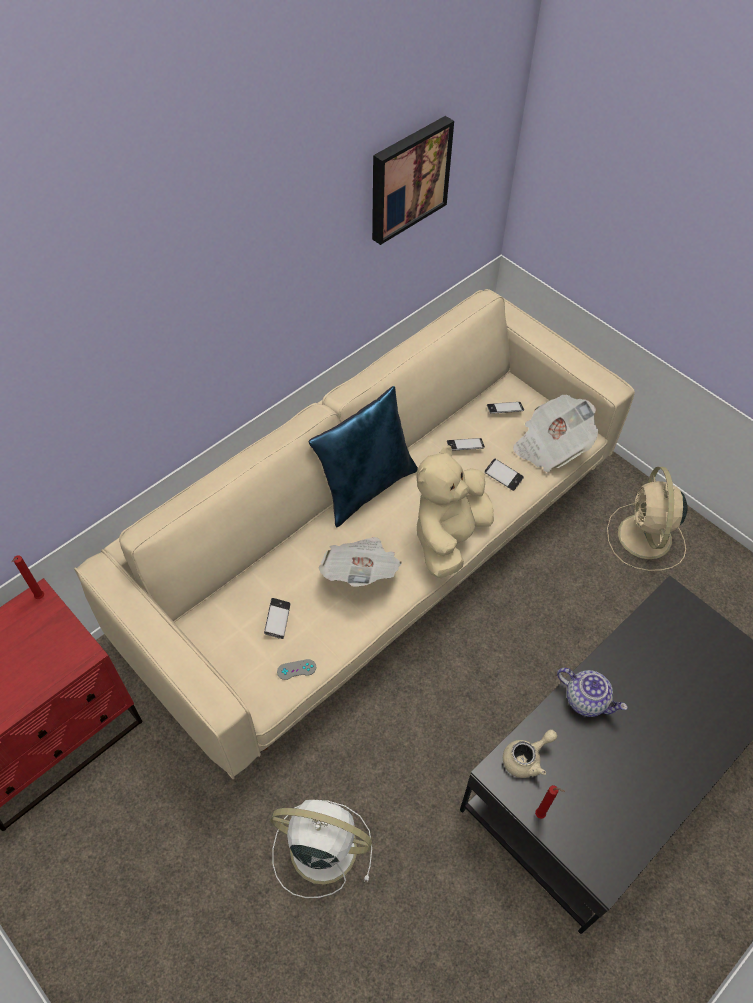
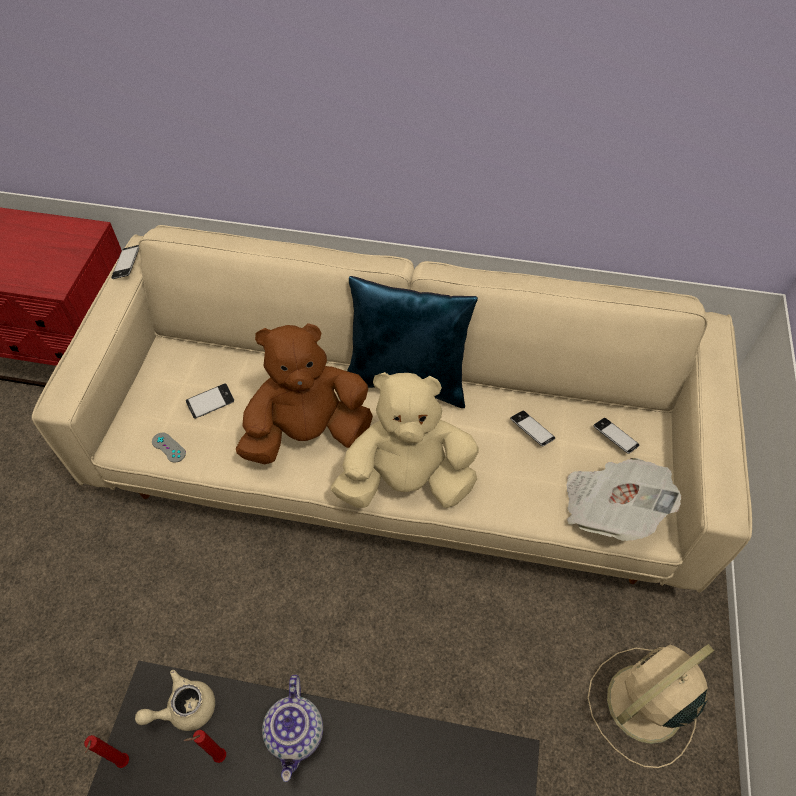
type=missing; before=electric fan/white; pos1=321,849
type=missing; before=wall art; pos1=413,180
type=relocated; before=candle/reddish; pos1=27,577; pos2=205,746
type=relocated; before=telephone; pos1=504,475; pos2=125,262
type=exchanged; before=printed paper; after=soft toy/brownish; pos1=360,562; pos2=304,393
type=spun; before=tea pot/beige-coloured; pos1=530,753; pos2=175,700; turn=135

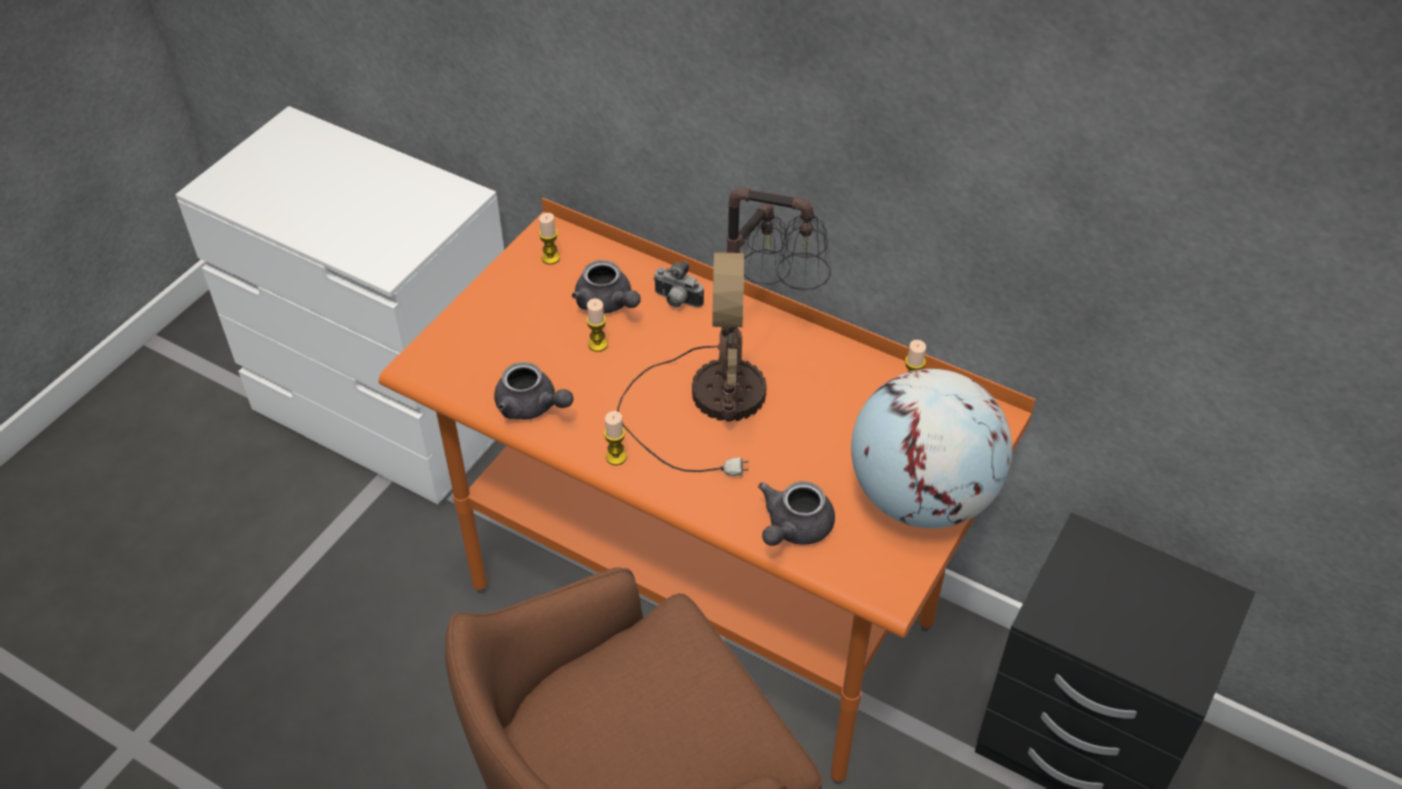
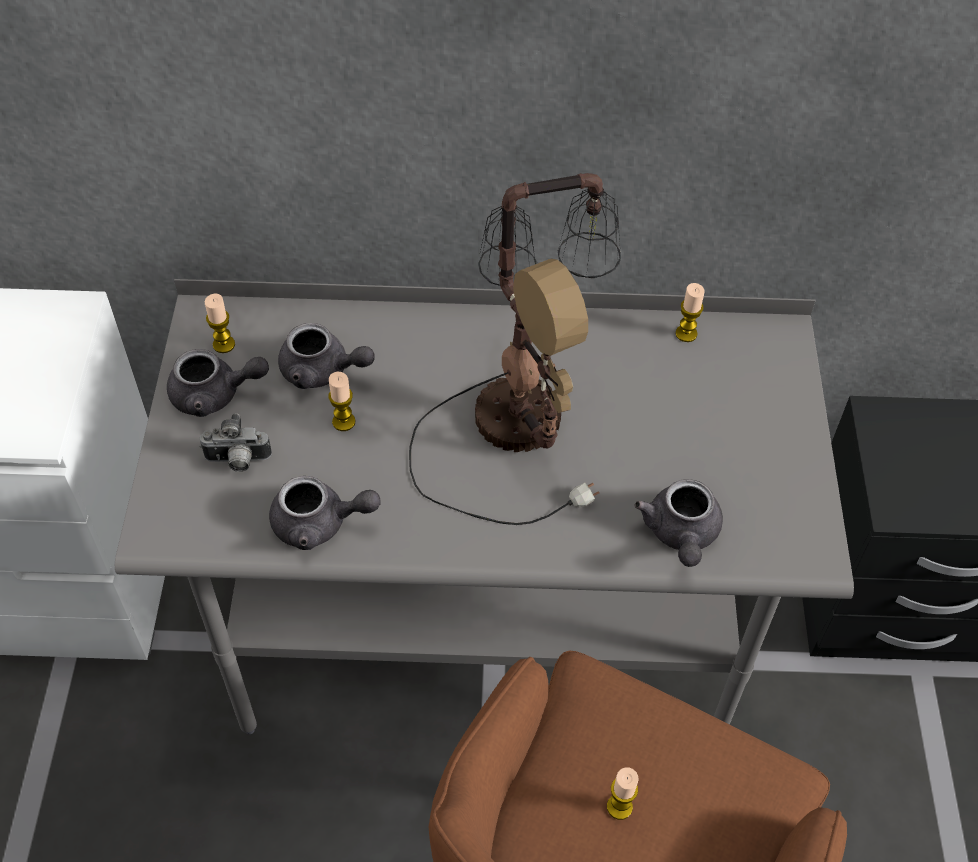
type=missing; before=world globe; pos1=931,448
type=appeared; after=tea pot/gray; pos2=218,383
type=relocated; before=candle; pos1=615,438; pos2=622,793
type=relocated; before=photo camera; pos1=678,284; pos2=235,442
type=colour; before=desk unit/orangey; after=desk unit/gray; pos1=707,491; pos2=484,506

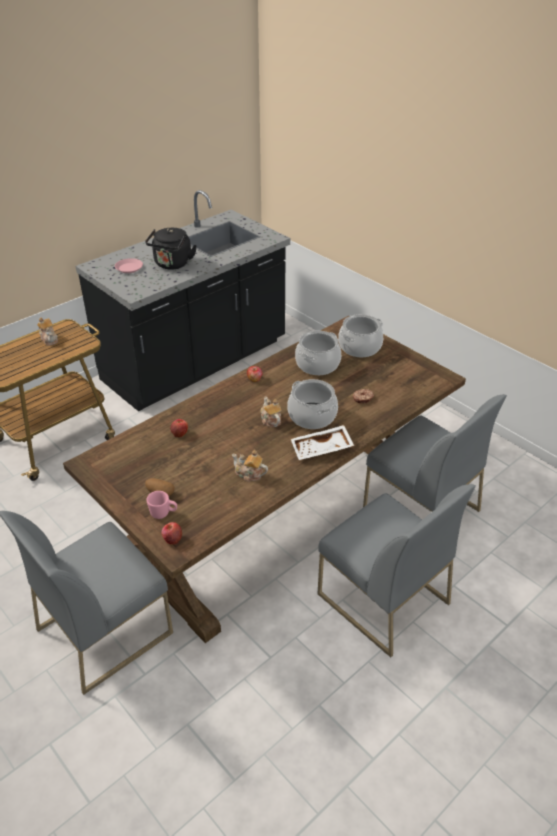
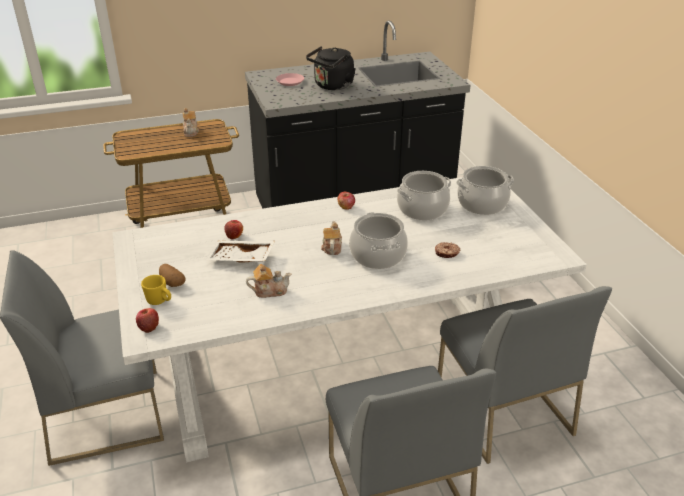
type=relocated; before=serving tray/white; pos1=322,442; pos2=240,252
type=colour; before=kitchen table/brownish; after=kitchen table/white; pos1=264,479; pos2=349,320
type=colour; before=coffee mug/pink-coloured; after=coffee mug/yellowish; pos1=162,505; pos2=156,290
type=spun; before=tea pot; pos1=250,466; pos2=268,281; turn=120

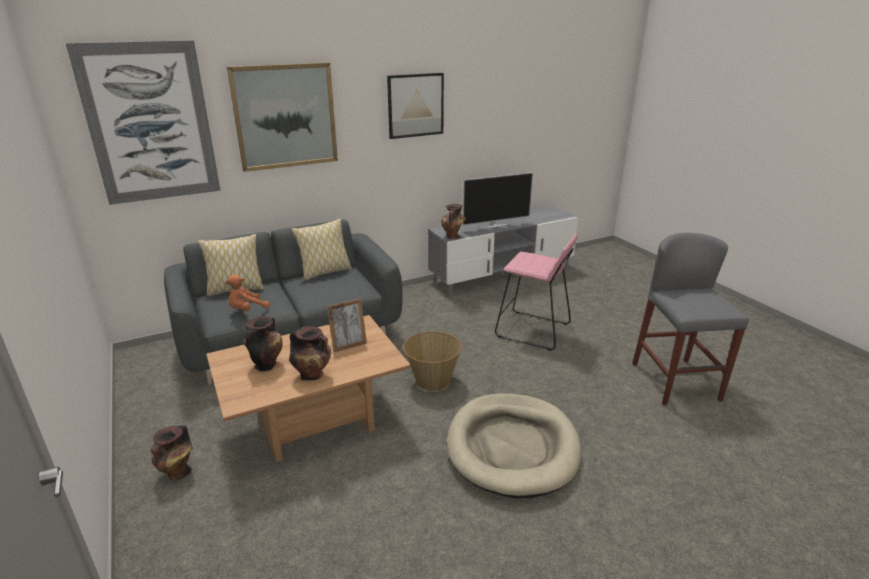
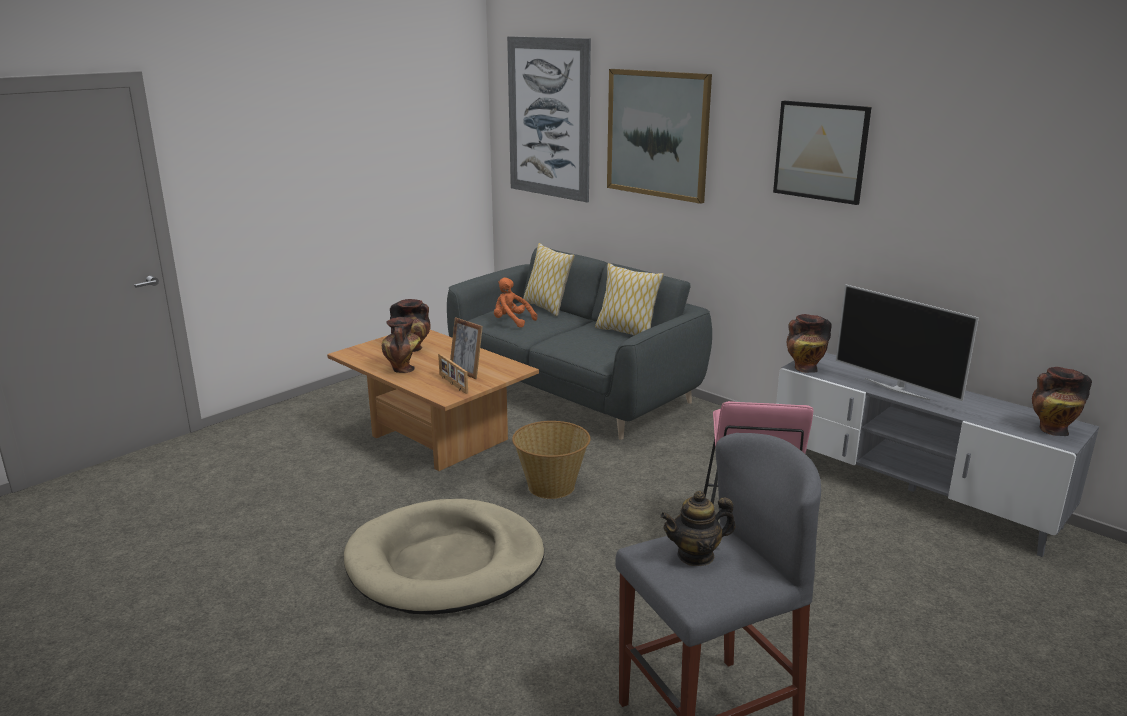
type=appeared; after=picture frame; pos2=453,373
type=appeared; after=tea pot; pos2=698,528
type=relocated; before=flower vase; pos1=172,452; pos2=1062,401

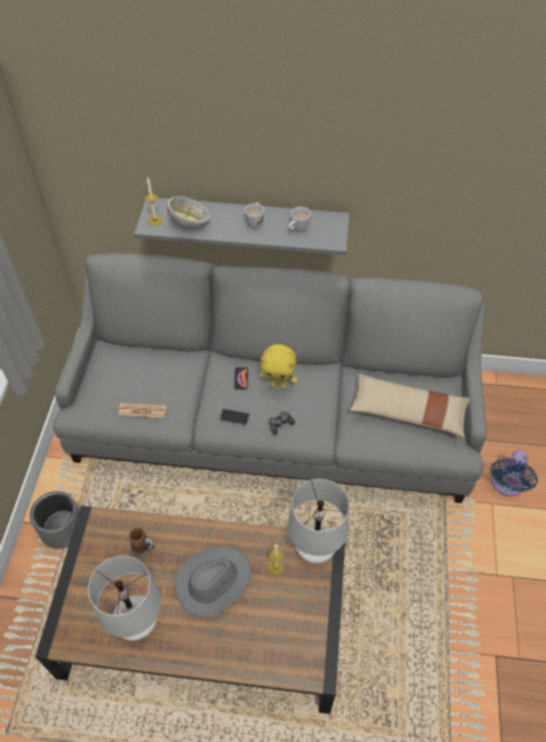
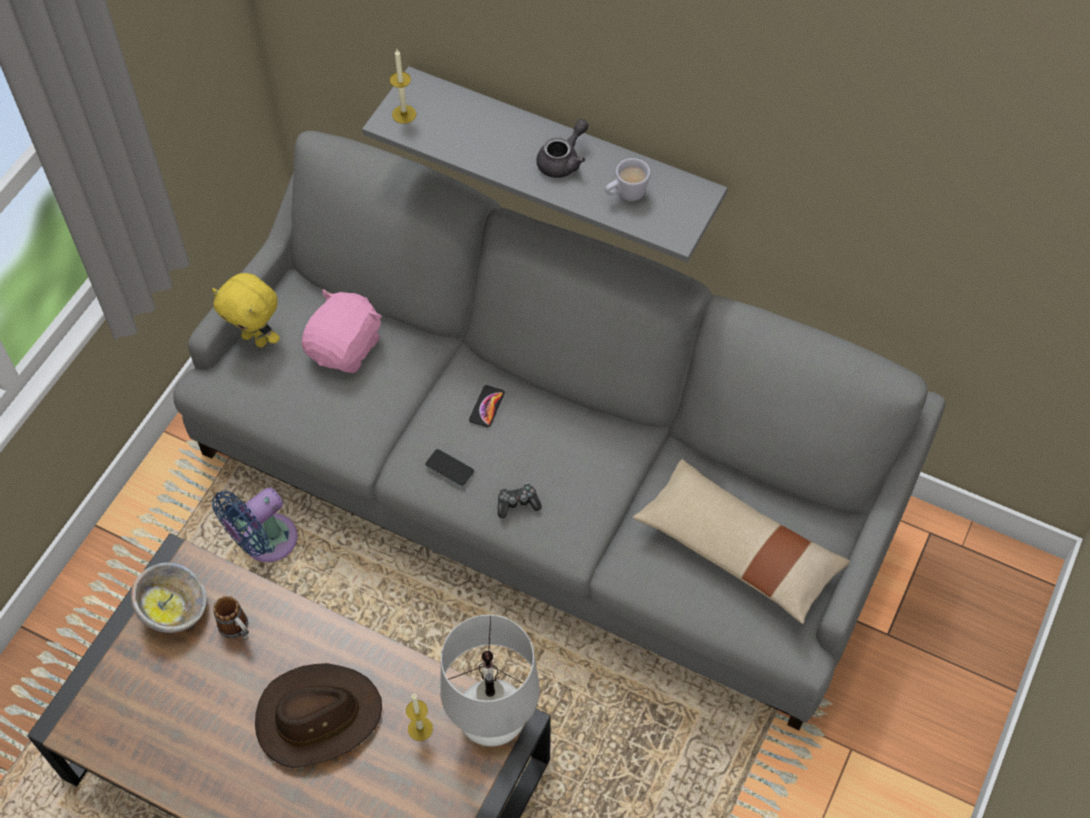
type=missing; before=flower pot/gray; pos1=55,520
type=missing; before=lamp for a table/white; pos1=124,598
type=missing; before=printed paper; pos1=142,410
type=appeared; after=soft toy/pink-coloured; pos2=342,331
type=relocated; before=deep dish; pos1=188,213; pos2=169,597
type=relocated; before=soft toy/yellowish; pos1=278,366; pos2=246,310
type=relocated; before=electric fan/blue-coloured; pos1=514,473; pos2=255,524
type=exchanged; before=coffee mug/white; after=tea pot/gray; pos1=254,216; pos2=562,148
type=colour; before=clothing hat/gray; after=clothing hat/brownish; pos1=213,582; pos2=318,715

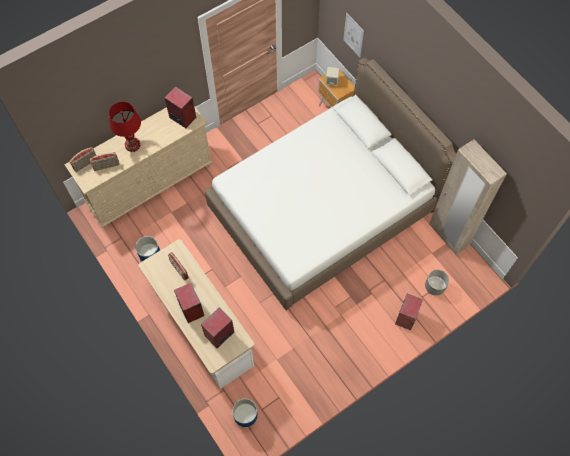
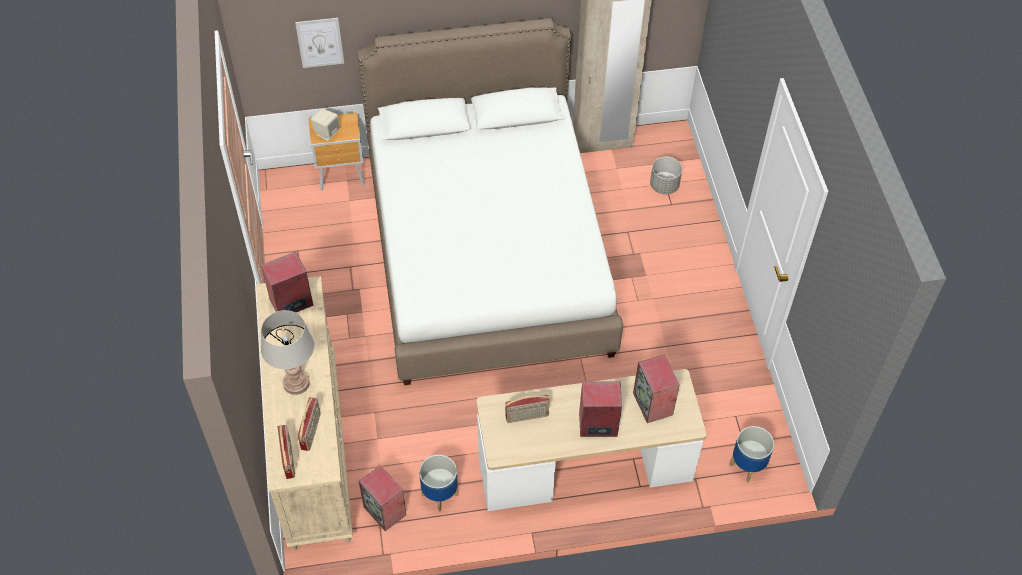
type=relocated; before=audio speaker; pos1=409,312; pos2=382,498
type=colour; before=lamp for a table/reddish; after=lamp for a table/gray; pos1=125,127; pos2=287,352

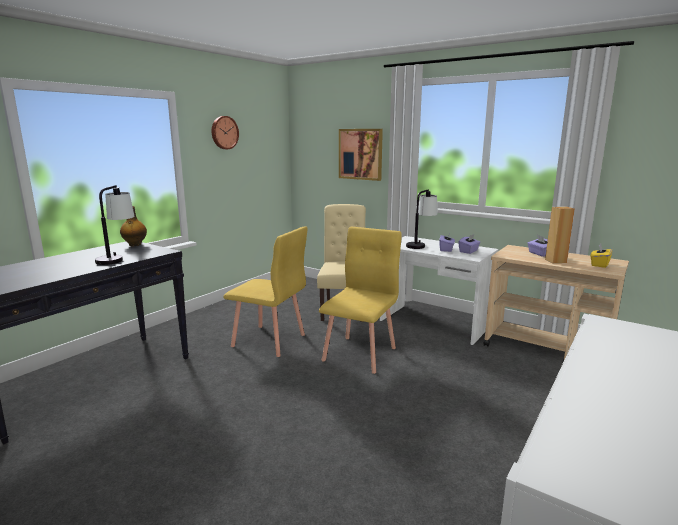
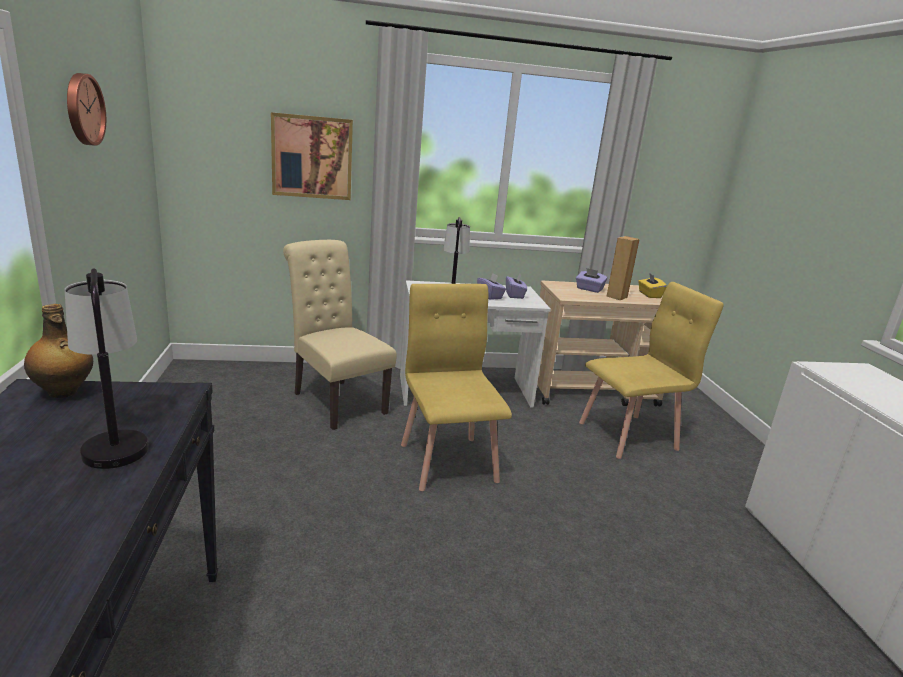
type=relocated; before=chair/yellowish; pos1=265,291; pos2=651,370

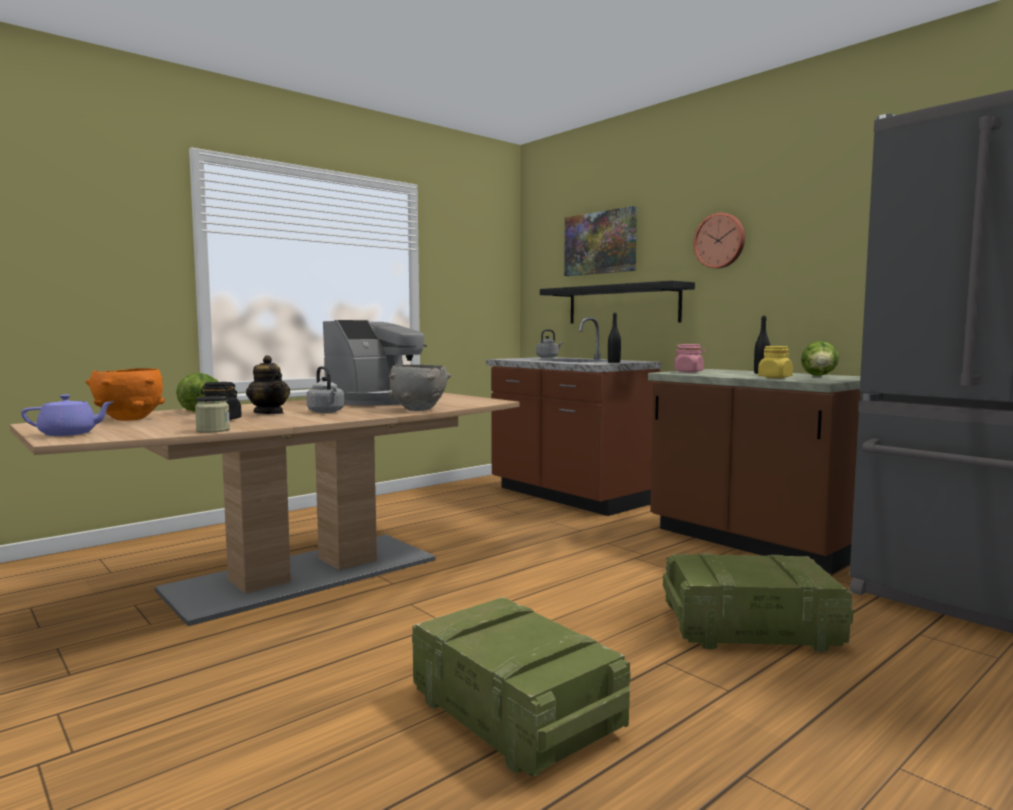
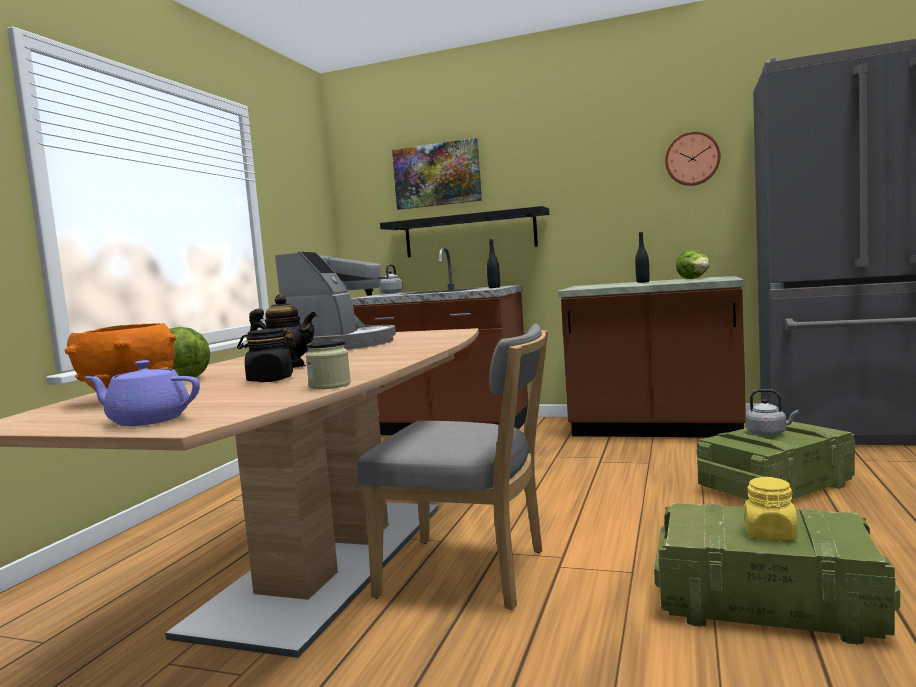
type=missing; before=deep dish/gray; pos1=420,388
type=missing; before=storage jar/pink-coloured; pos1=690,358
type=appeared; after=chair/gray; pos2=452,467
type=relocated; before=tea kettle/gray; pos1=325,389; pos2=771,412
type=relocated; before=hanging clock; pos1=719,241; pos2=692,159
type=relocated; before=storage jar/yellowish; pos1=775,362; pos2=771,508
type=spun; before=tea pot/purple-coloured; pos1=67,415; pos2=142,393; turn=-120

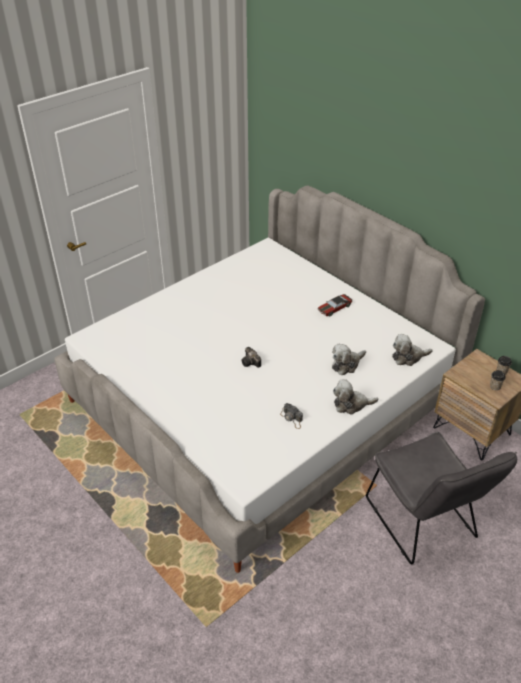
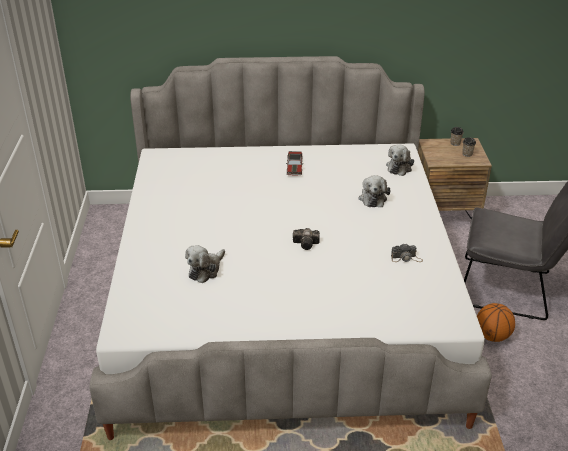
type=appeared; after=basketball ball; pos2=496,322
type=relocated; before=soft toy; pos1=355,397; pos2=205,264

